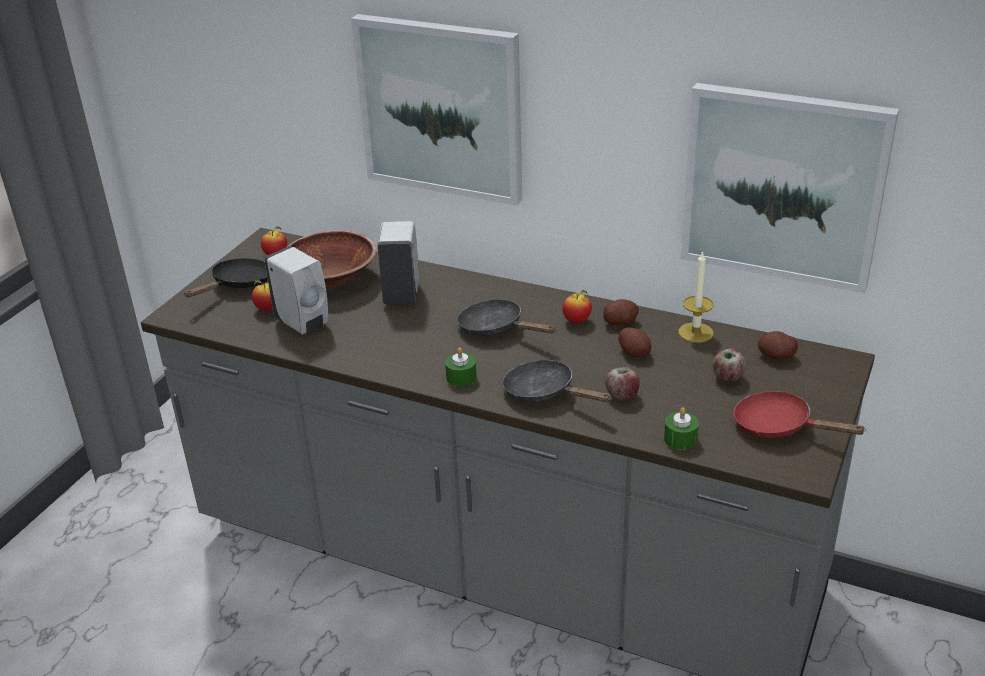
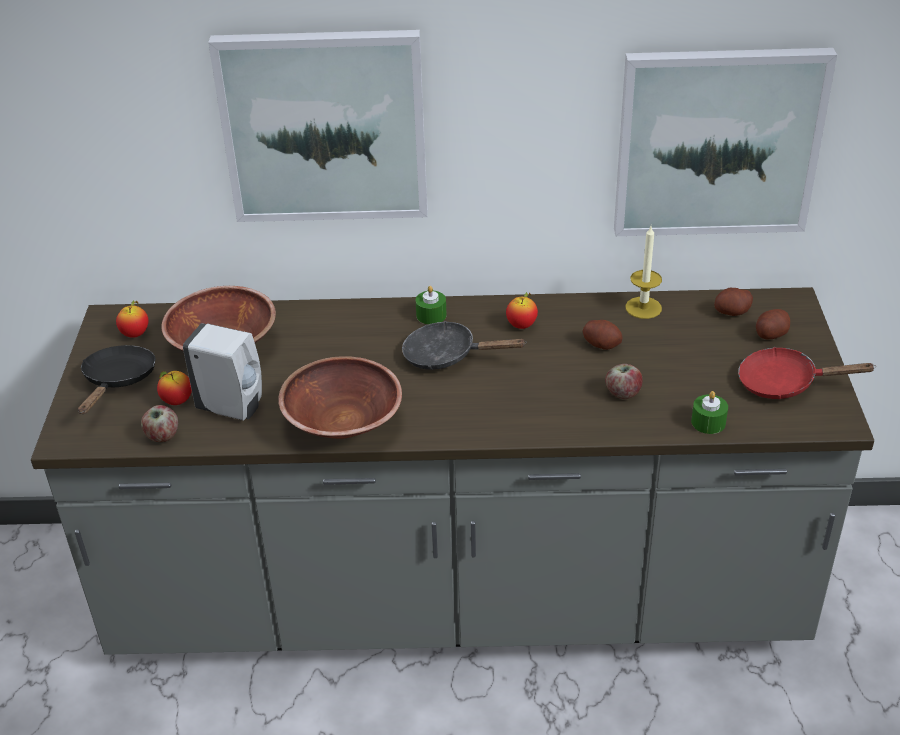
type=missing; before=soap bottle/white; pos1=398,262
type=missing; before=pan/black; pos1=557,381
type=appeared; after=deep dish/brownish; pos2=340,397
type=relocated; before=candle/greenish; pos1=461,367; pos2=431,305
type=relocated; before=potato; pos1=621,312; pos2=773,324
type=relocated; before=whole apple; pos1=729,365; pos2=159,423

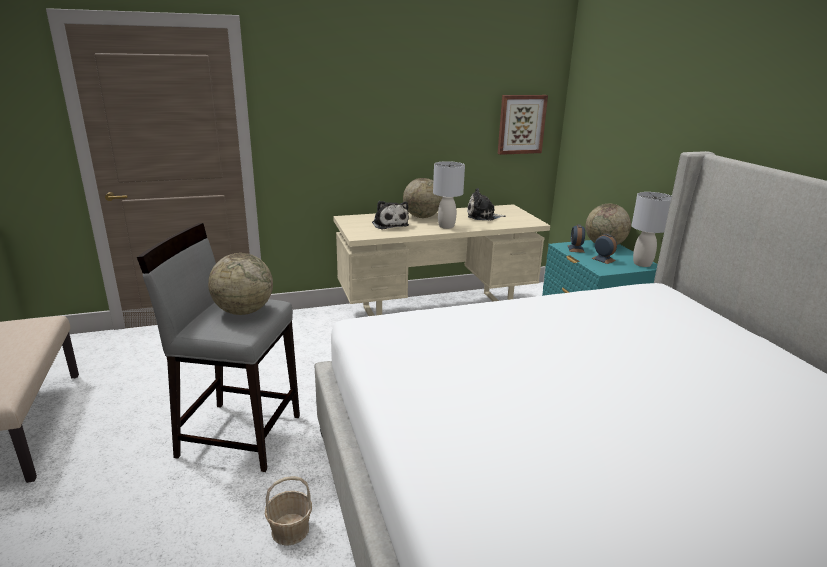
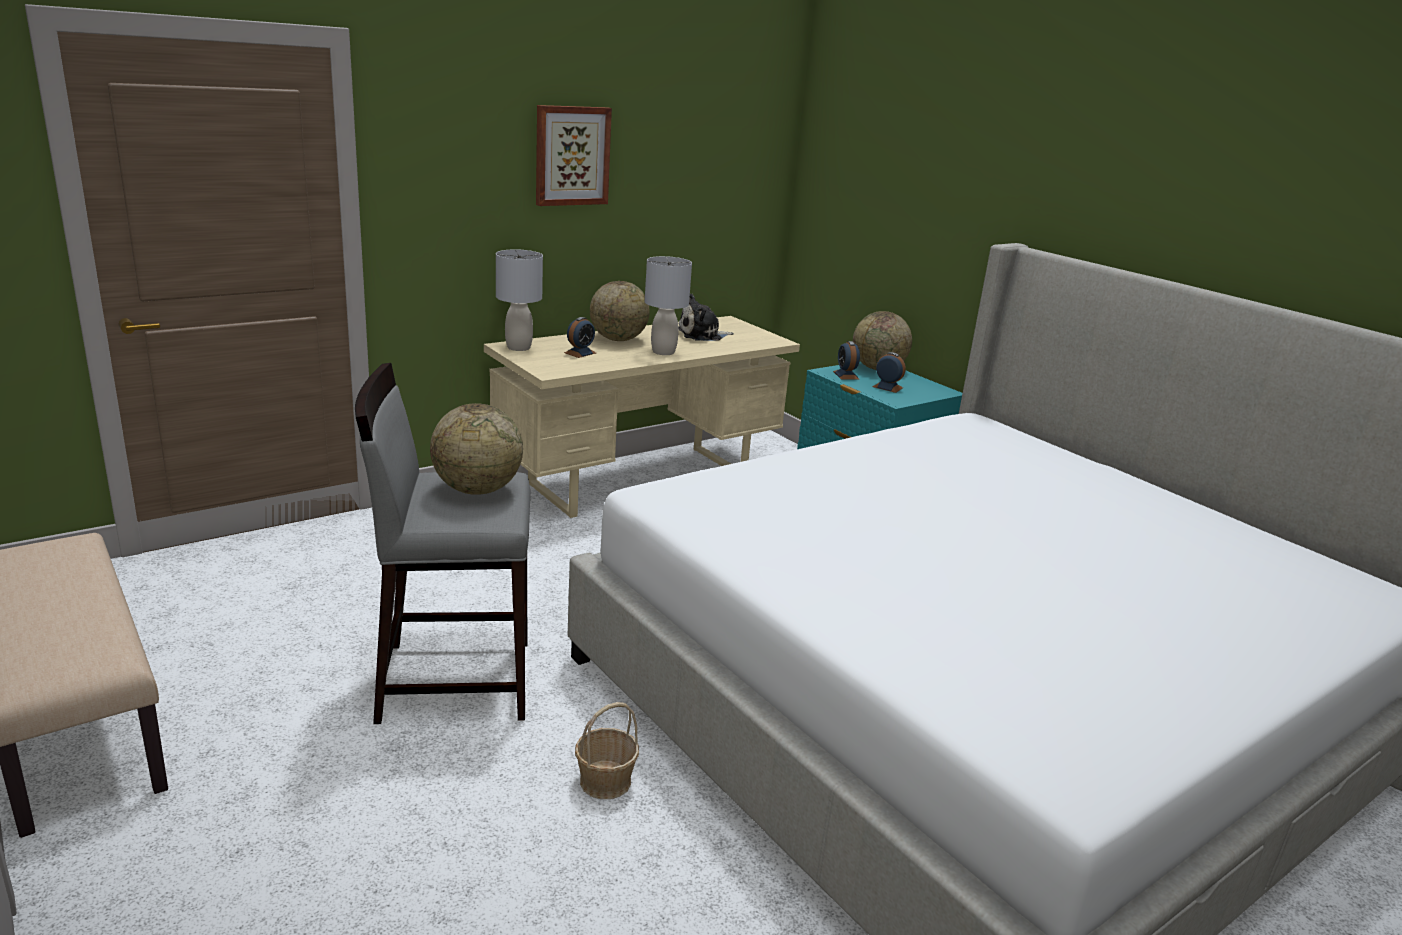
type=relocated; before=wall art; pos1=523,125; pos2=574,155
type=relocated; before=lamp for a table/gray; pos1=652,229; pos2=519,300
type=exchanged; before=soft toy; after=bedside clock; pos1=390,215; pos2=580,337

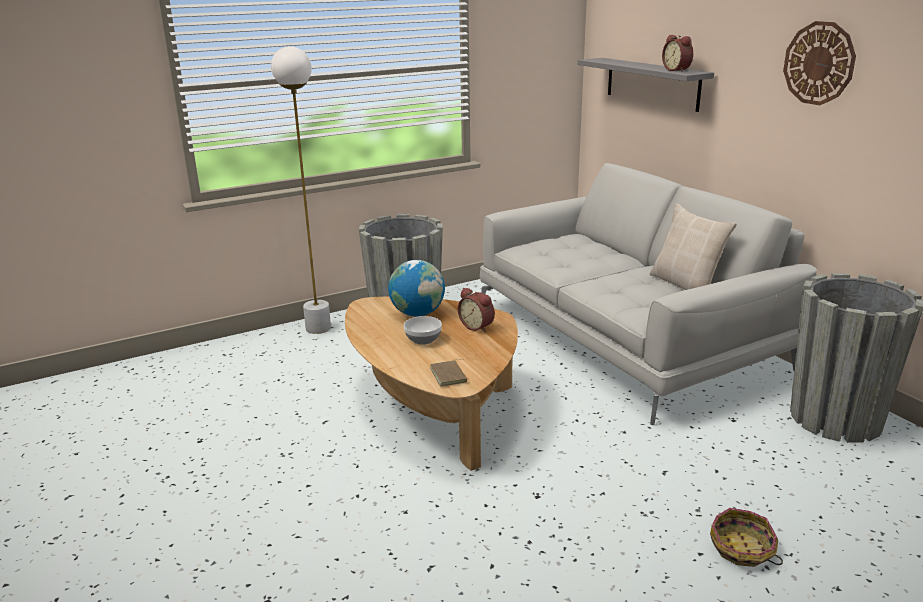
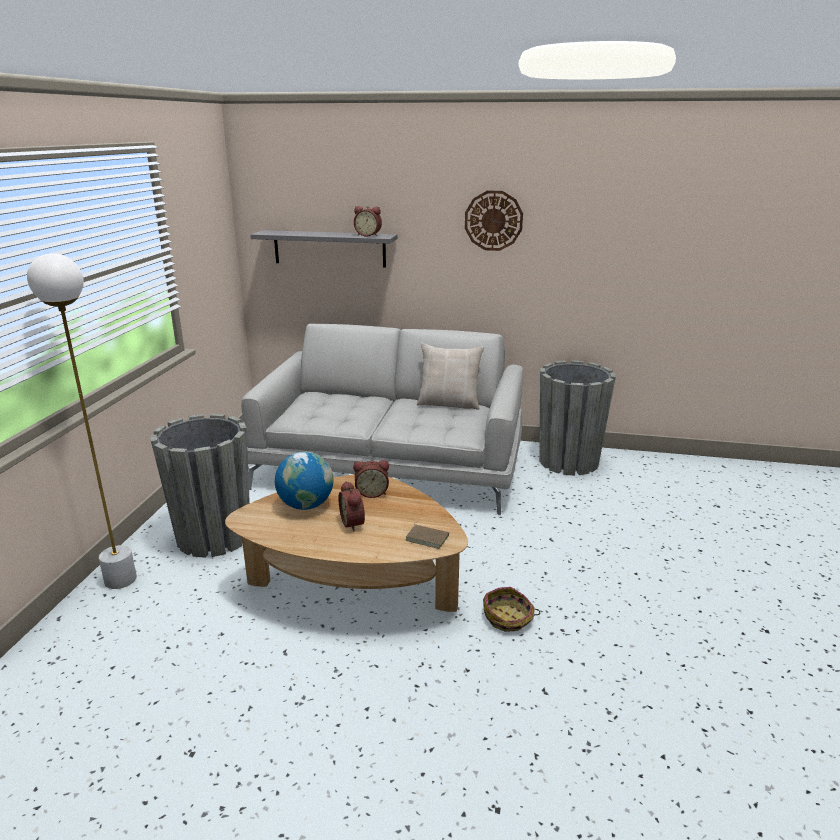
type=relocated; before=basket; pos1=746,537; pos2=511,609
type=exchanged; before=deep dish; after=bedside clock; pos1=423,330; pos2=351,506

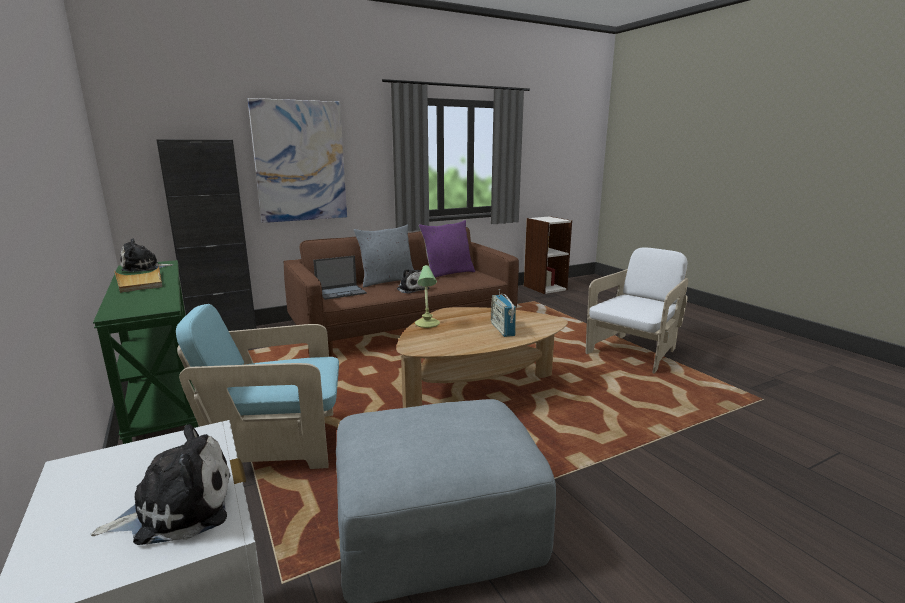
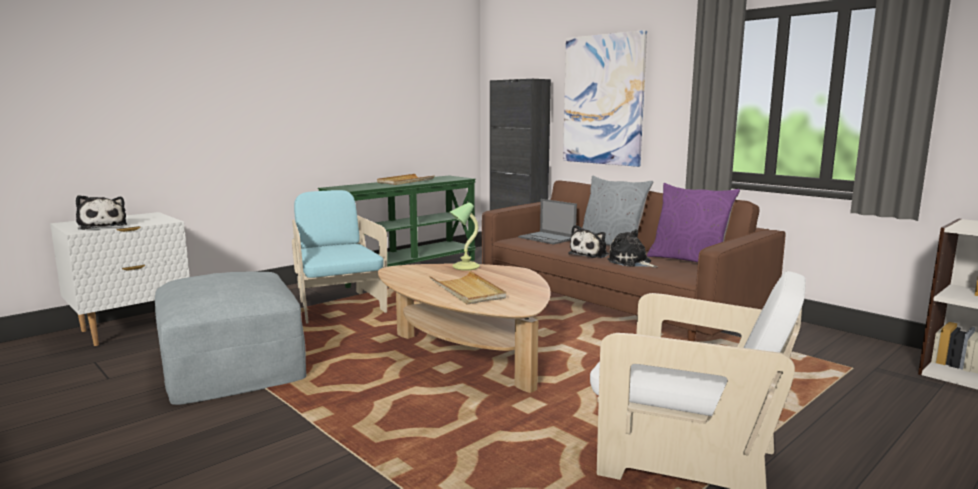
type=relocated; before=soft toy; pos1=146,255; pos2=633,248
type=exchanged; before=radio set; after=serving tray/beige-coloured; pos1=503,313; pos2=467,287

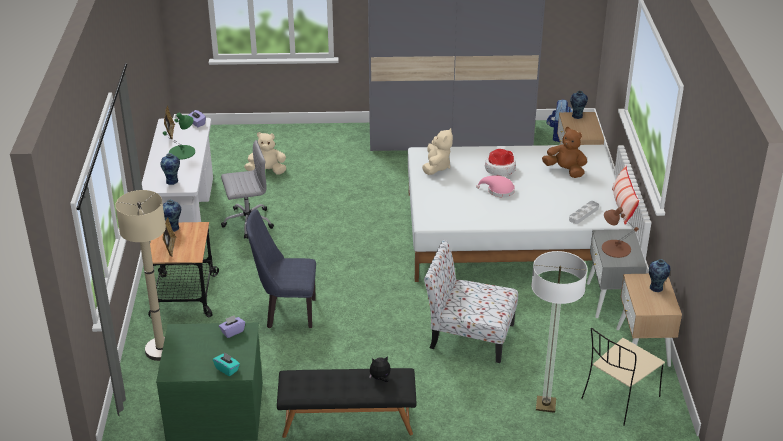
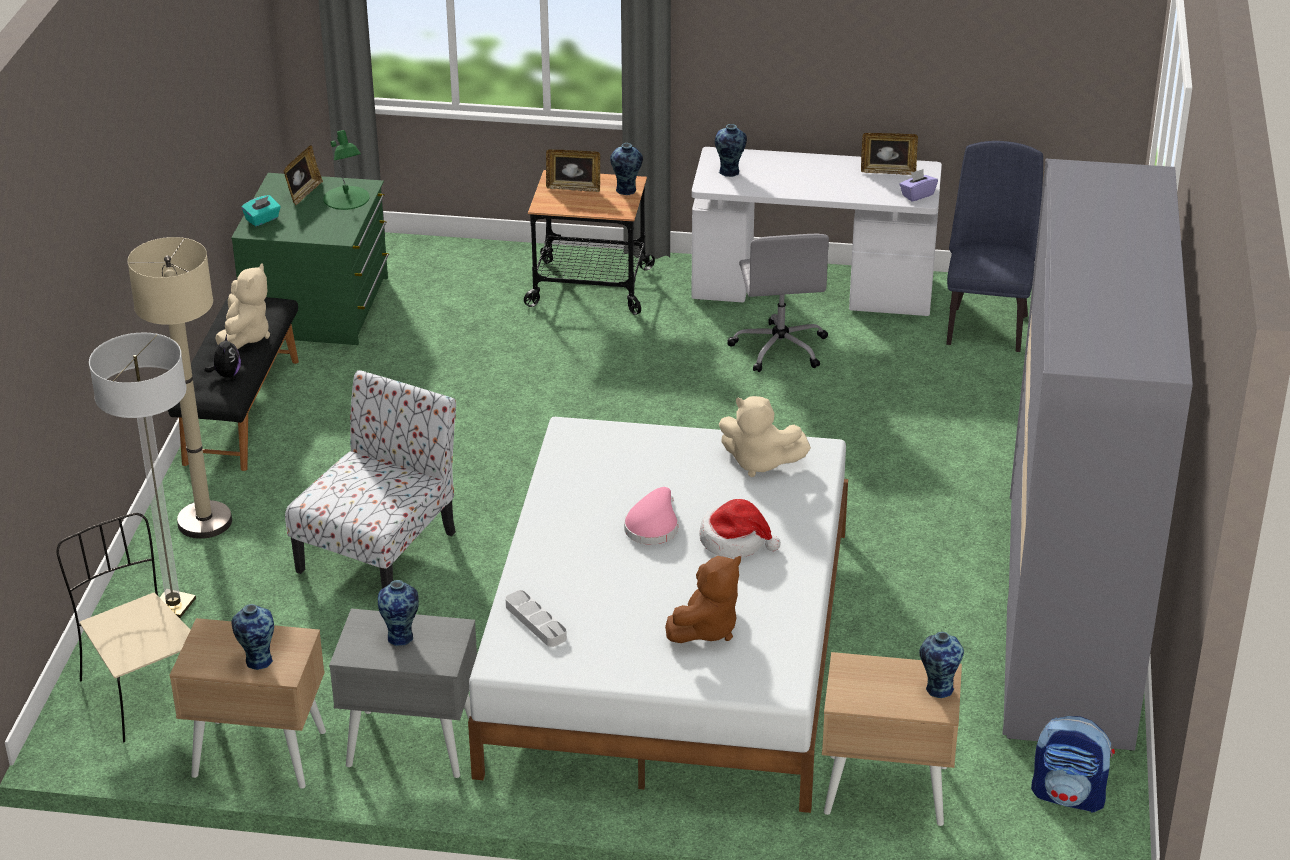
type=missing; before=tissue holder/purple-coloured; pos1=232,326
type=missing; before=cushion; pos1=625,195
type=appeared; after=picture frame; pos2=303,175
type=relocated; before=standard lamp/beige-coloured; pos1=140,275; pos2=179,388
type=relocated; before=lamp for a table/greenish; pos1=179,136; pos2=347,170
type=relocated; before=soft toy/beige-coloured; pos1=265,153; pos2=242,306
type=relocated; before=chair/blue-coloured; pos1=281,269; pos2=994,246
type=exchanged; before=lamp for a table/brownish; after=flower vase; pos1=620,232; pos2=398,613

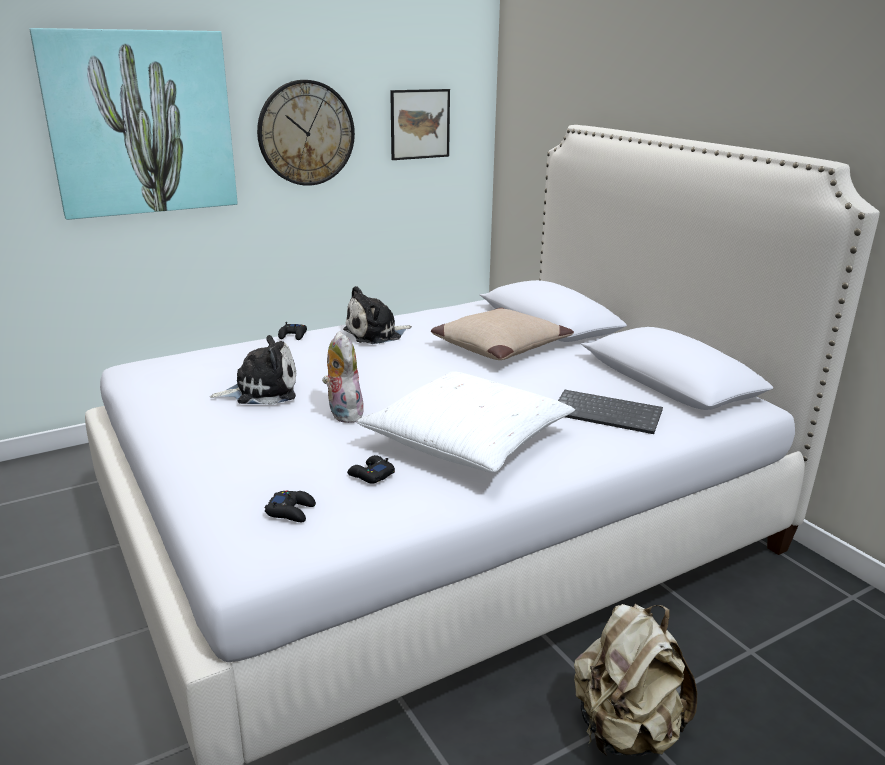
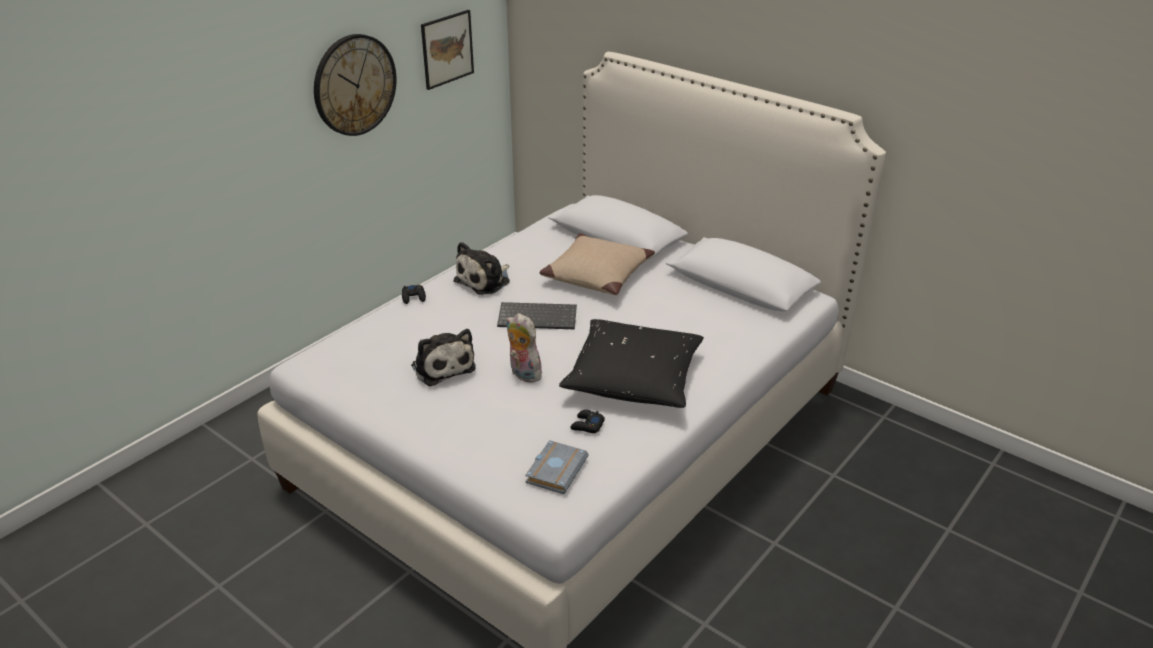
type=missing; before=wall art; pos1=134,124
type=missing; before=knapsack/beige-coloured; pos1=635,680
type=relocated; before=keyboard; pos1=610,411; pos2=537,315
type=exchanged; before=gamepad/black; after=bound book/gray; pos1=290,506; pos2=556,467
type=colour; before=cushion/white; after=cushion/black; pos1=466,422; pos2=631,363
type=spun; before=soft toy; pos1=253,370; pos2=443,357; turn=90

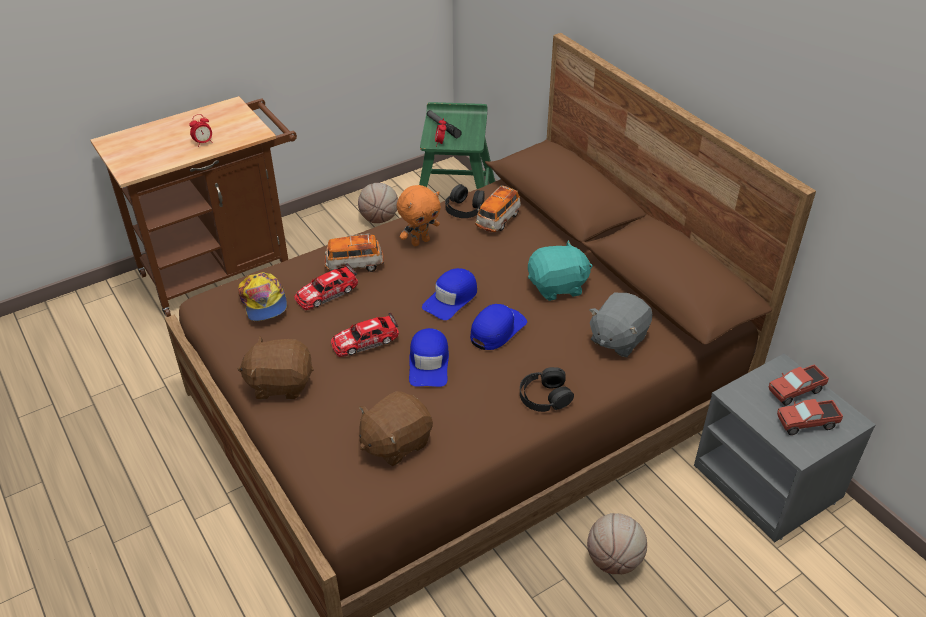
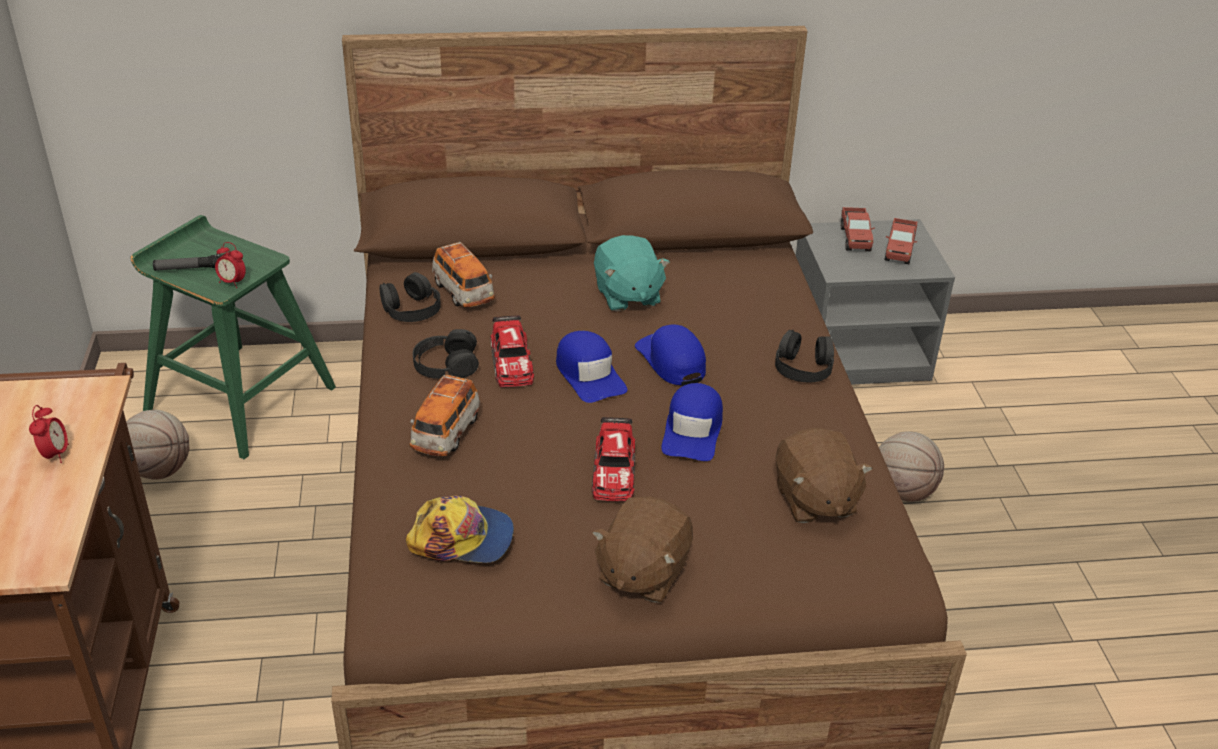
type=missing; before=soft toy/gray; pos1=620,324
type=relocated; before=model car; pos1=326,286; pos2=512,351
type=exchanged; before=soft toy/orangey; after=pair of headphones/black; pos1=419,215; pos2=446,354
type=spun; before=baseball cap/blue-coloured; pos1=429,357; pos2=692,422; turn=75
type=spun; before=soft toy/turquoise-coloured; pos1=560,270; pos2=632,273; turn=150

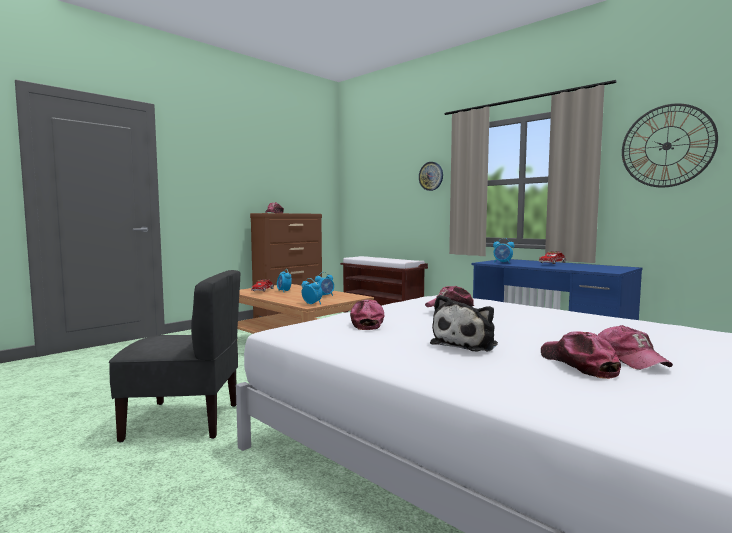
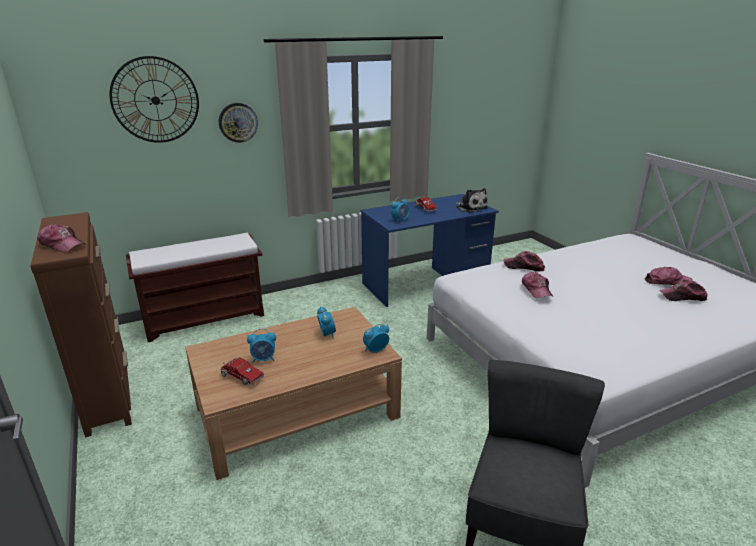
type=relocated; before=baseball cap; pos1=367,315; pos2=524,261
type=relocated; before=soft toy; pos1=464,323; pos2=472,200
type=relocated; before=hanging clock; pos1=670,145; pos2=154,99

